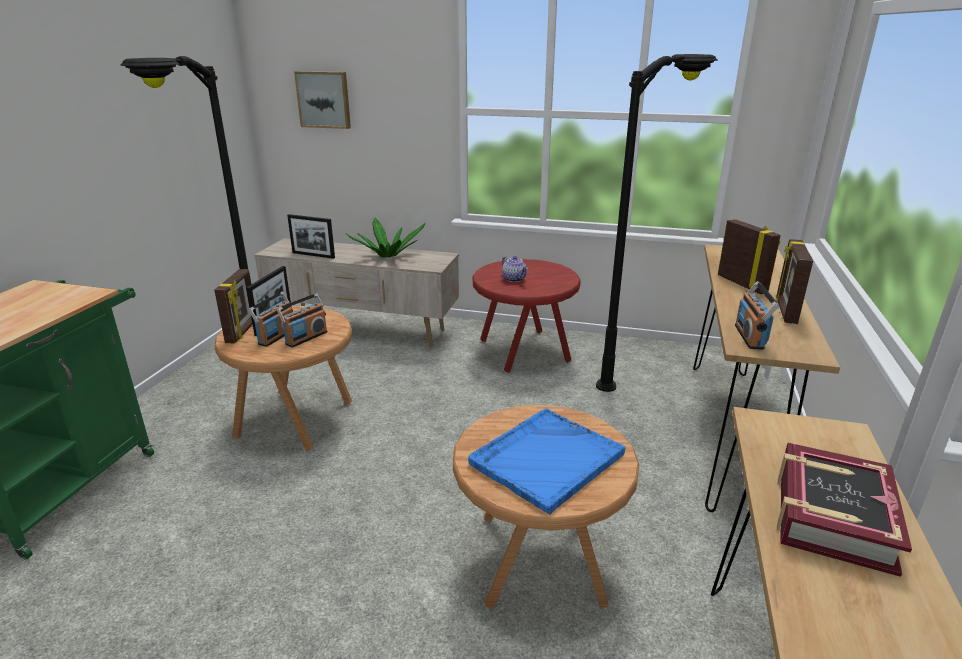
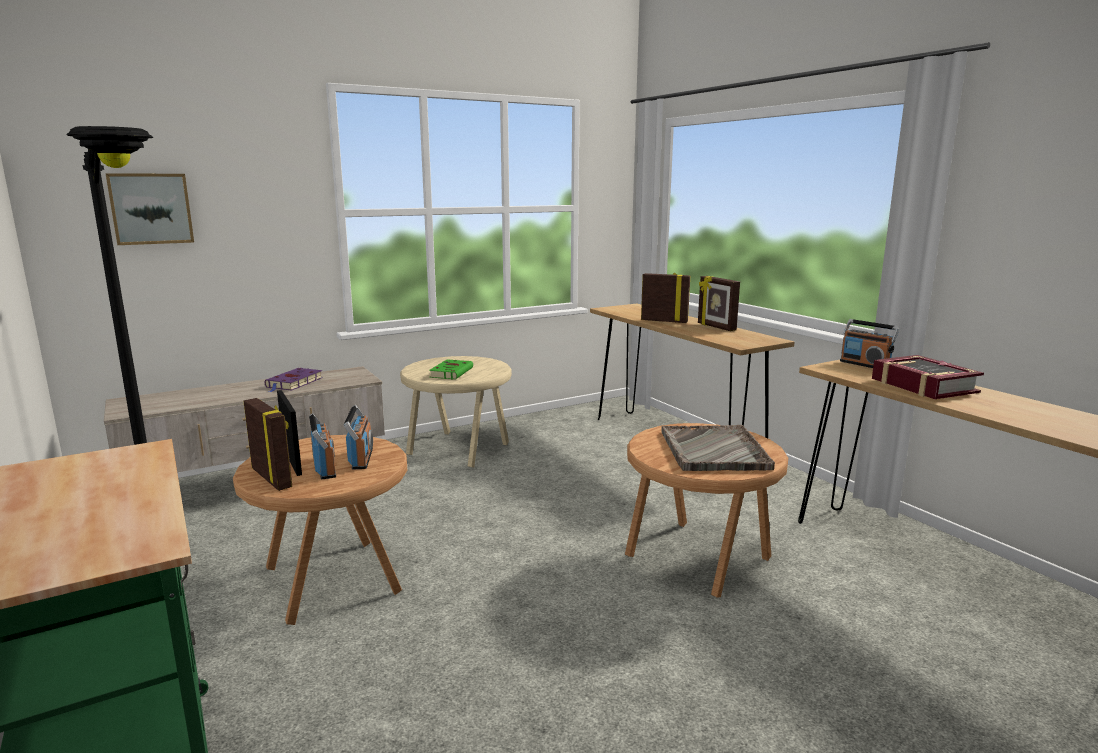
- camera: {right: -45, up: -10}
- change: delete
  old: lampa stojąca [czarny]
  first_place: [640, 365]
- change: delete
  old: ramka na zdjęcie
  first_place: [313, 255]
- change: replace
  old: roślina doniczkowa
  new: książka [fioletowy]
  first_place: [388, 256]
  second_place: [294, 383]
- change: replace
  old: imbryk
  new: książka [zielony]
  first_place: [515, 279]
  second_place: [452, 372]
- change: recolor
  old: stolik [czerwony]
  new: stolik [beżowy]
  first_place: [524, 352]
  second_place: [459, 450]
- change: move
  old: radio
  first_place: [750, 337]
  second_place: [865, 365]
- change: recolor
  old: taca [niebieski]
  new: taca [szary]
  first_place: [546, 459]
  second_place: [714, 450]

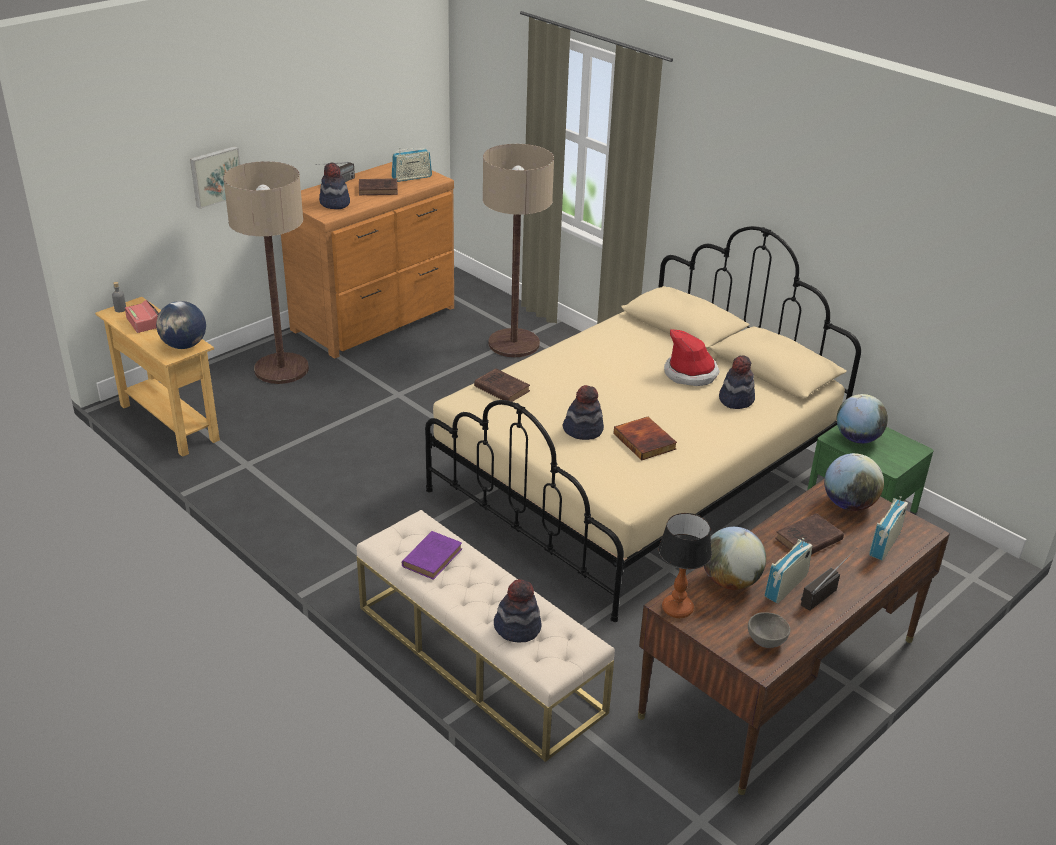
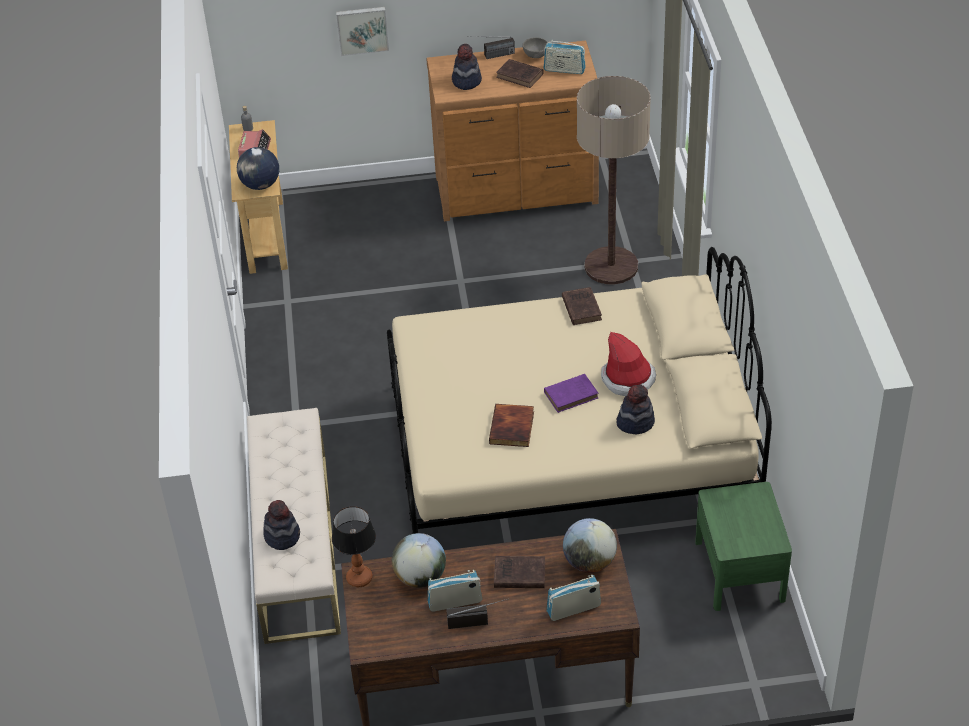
- camera: {right: 40, up: 10}
- change: delete
  old: lampa stojąca
  first_place: [281, 369]
- change: move
  old: książka [brązowy]
  first_place: [500, 388]
  second_place: [581, 307]
- change: delete
  old: kapelusz
  first_place: [583, 430]
- change: delete
  old: globus
  first_place: [857, 438]
- change: move
  old: książka [fioletowy]
  first_place: [433, 557]
  second_place: [572, 395]
- change: move
  old: miska [szary]
  first_place: [767, 642]
  second_place: [535, 56]

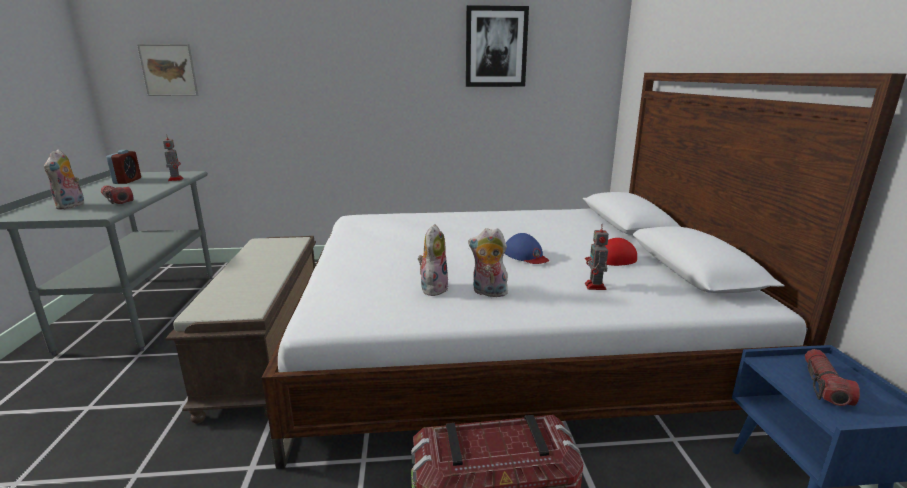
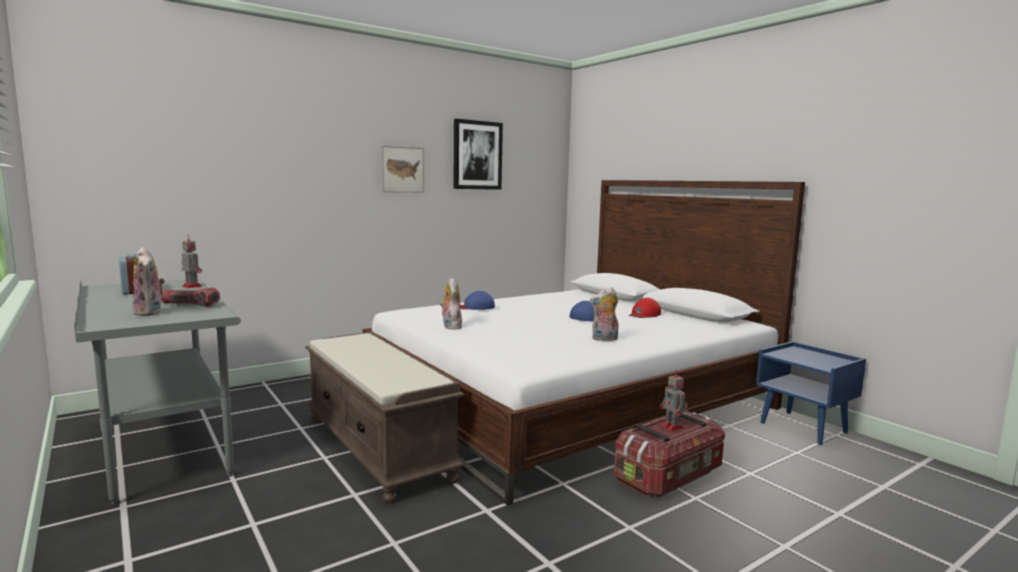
- camera: {right: -30, up: -10}
- change: move
  old: obraz
  first_place: [169, 70]
  second_place: [402, 169]
- change: move
  old: pluszak
  first_place: [433, 288]
  second_place: [450, 326]
- change: move
  old: robot zabawkowy
  first_place: [595, 287]
  second_place: [673, 427]
- change: delete
  old: latarka
  first_place: [823, 385]
- change: insert
  new: czapka z daszkiem [niebieski]
  second_place: [475, 307]

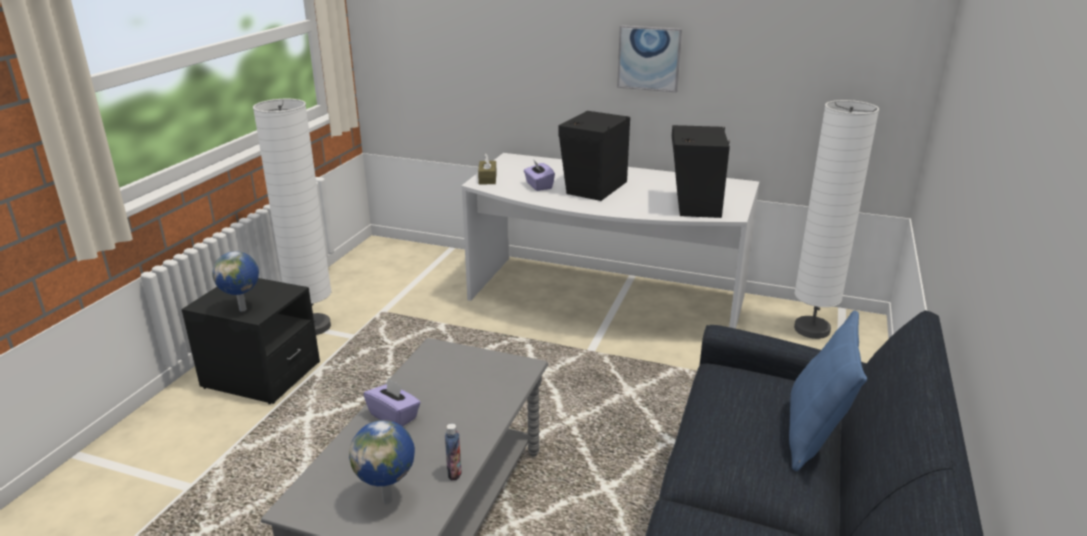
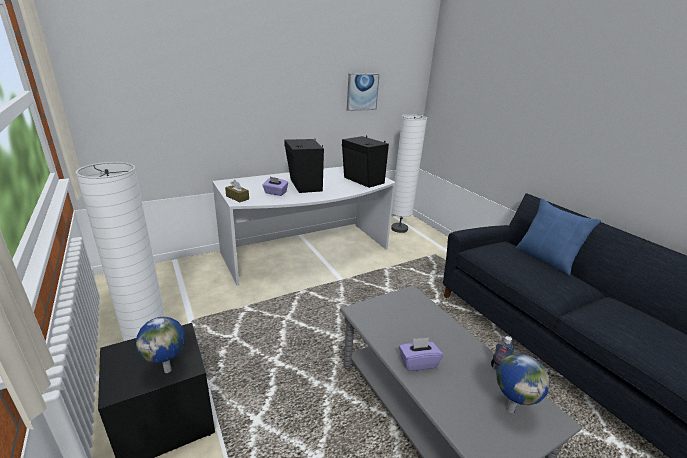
- camera: {right: -50, up: 0}
- change: move
  old: obraz
  first_place: [649, 58]
  second_place: [362, 92]

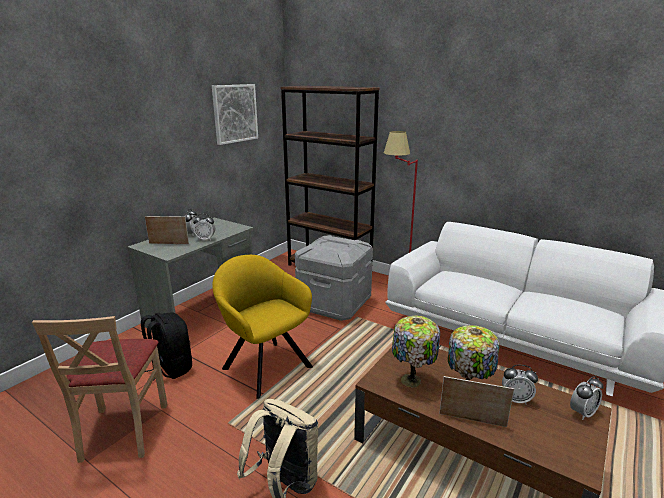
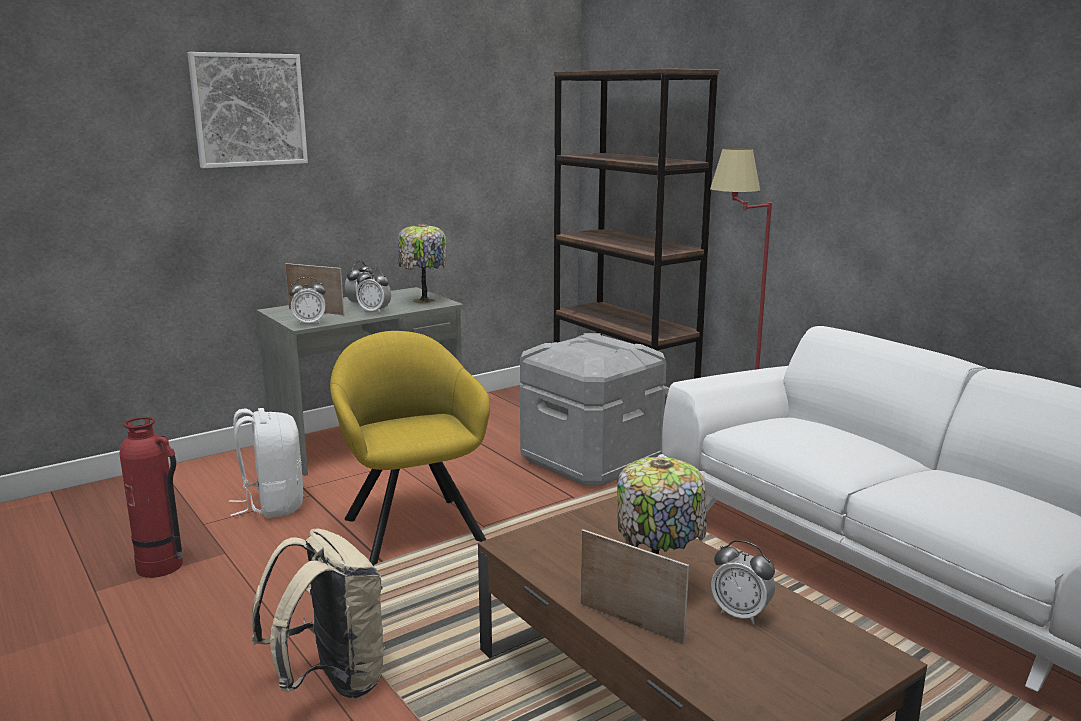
- camera: {right: 20, up: -5}
- change: move
  old: obraz
  first_place: [235, 113]
  second_place: [249, 110]
- change: recolor
  old: plecak [czarny]
  new: plecak [biały]
  first_place: [170, 368]
  second_place: [272, 504]
- change: replace
  old: krzesło [beżowy]
  new: gaśnica
  first_place: [123, 430]
  second_place: [160, 566]
- change: move
  old: lampa stołowa
  first_place: [411, 381]
  second_place: [423, 301]
- change: move
  old: budzik
  first_place: [582, 413]
  second_place: [309, 323]

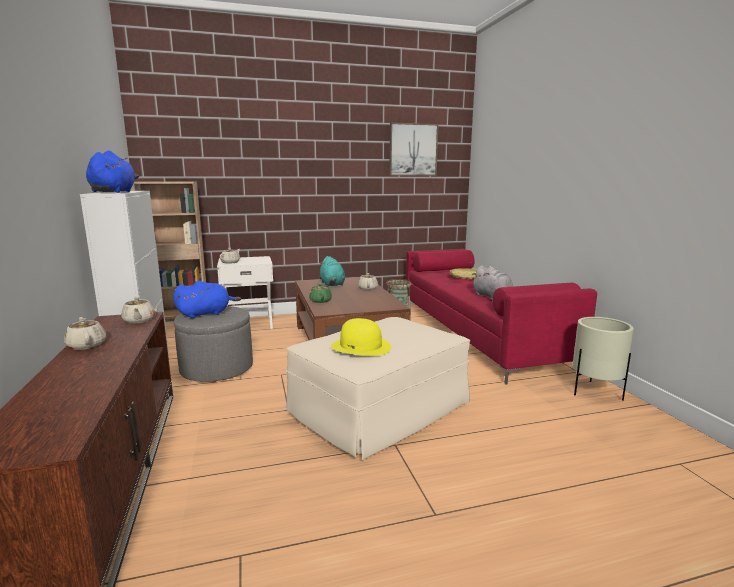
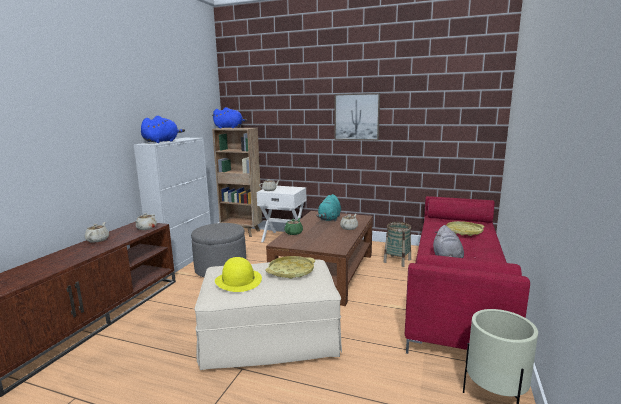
- camera: {right: 35, up: 0}
- change: move
  old: obraz
  first_place: [413, 150]
  second_place: [356, 117]
- change: move
  old: pluszak [niebieski]
  first_place: [206, 313]
  second_place: [230, 128]
- change: insert
  new: taca [żółty]
  second_place: [291, 271]

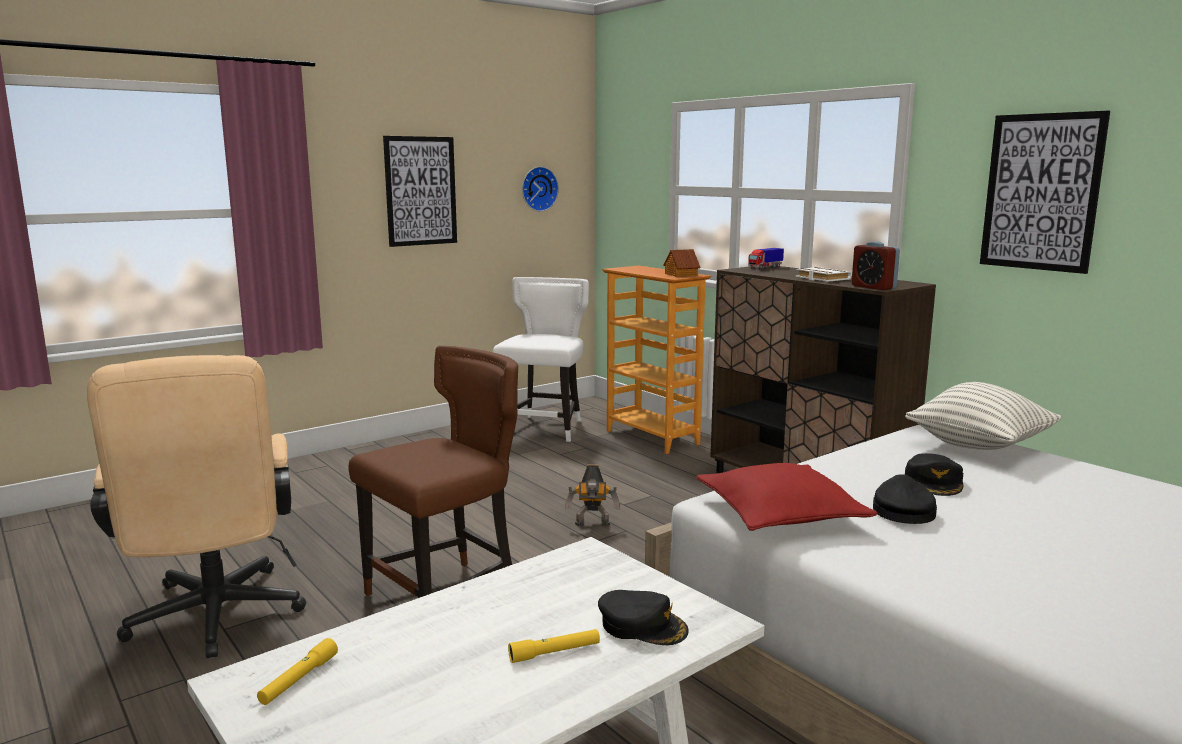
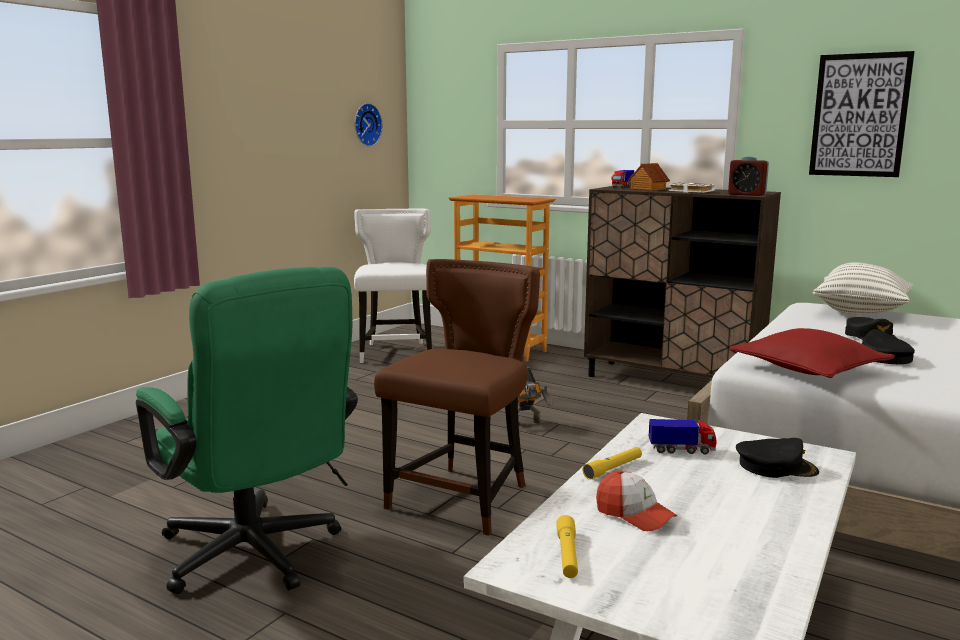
- camera: {right: -20, up: 0}
- change: delete
  old: obraz
  first_place: [420, 191]
- change: move
  old: domek
  first_place: [680, 274]
  second_place: [647, 189]
- change: recolor
  old: krzesło biurowe [beżowy]
  new: krzesło biurowe [zielony]
  first_place: [214, 621]
  second_place: [256, 557]
- change: move
  old: latarka [żółty]
  first_place: [555, 652]
  second_place: [613, 468]
- change: insert
  new: ciężarówka zabawkowa
  second_place: [681, 450]
- change: insert
  new: czapka z daszkiem
  second_place: [634, 515]

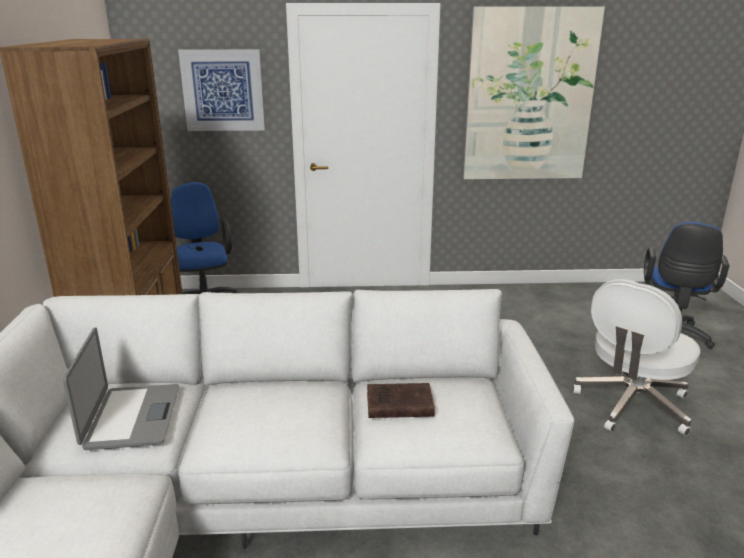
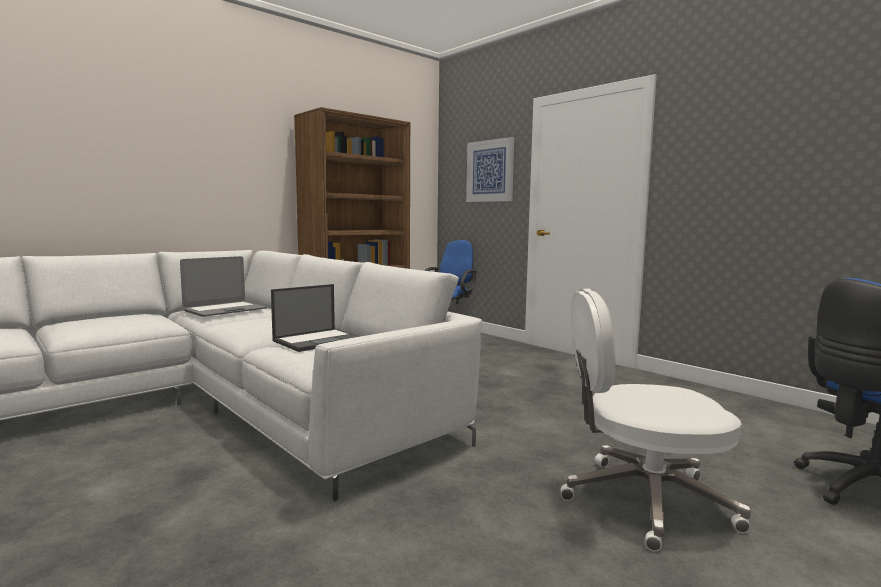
- camera: {right: 50, up: -15}
- change: delete
  old: obraz
  first_place: [529, 96]
- change: replace
  old: książka [brązowy]
  new: laptop
  first_place: [397, 405]
  second_place: [318, 340]

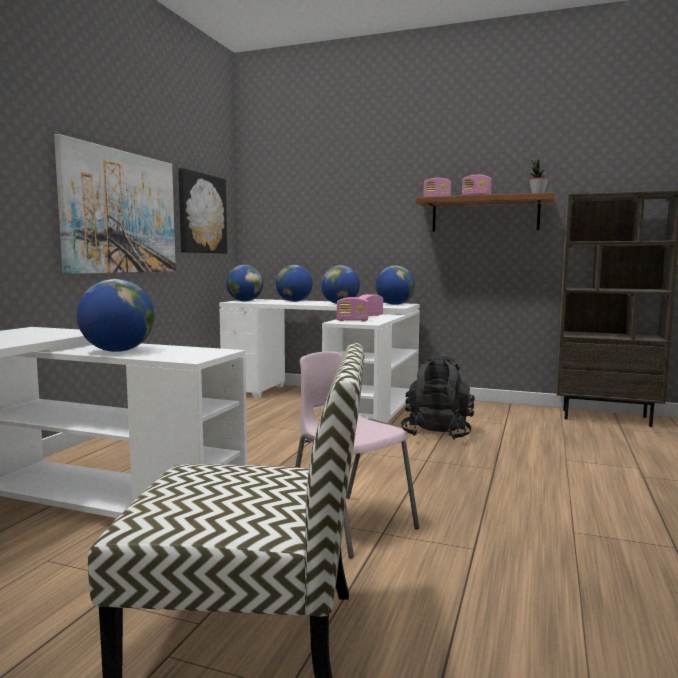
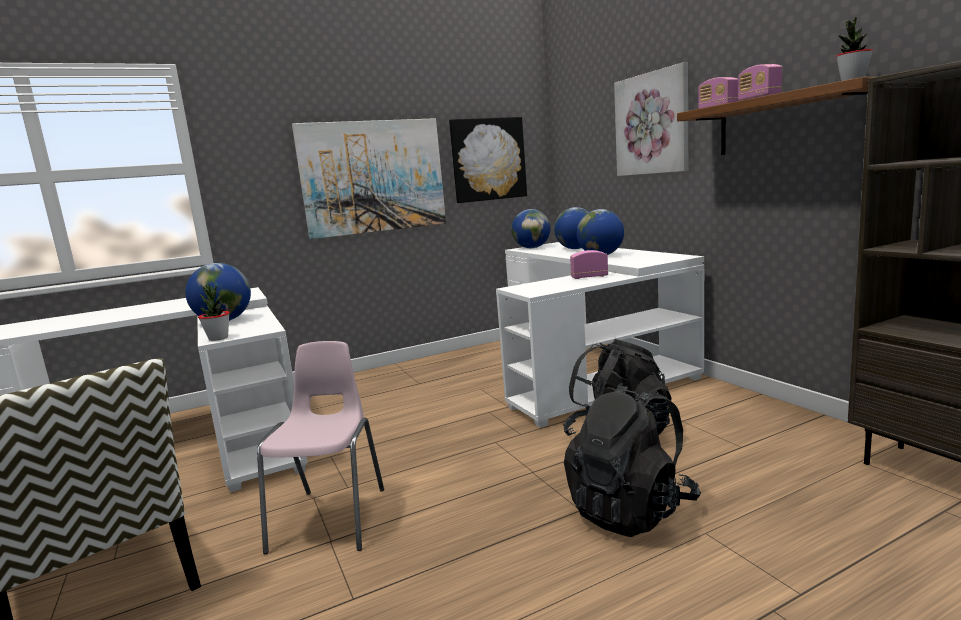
- camera: {right: 45, up: 5}
- change: delete
  old: globus
  first_place: [394, 304]
- change: delete
  old: radio
  first_place: [352, 321]
- change: insert
  new: obraz
  second_place: [652, 124]
- change: insert
  new: roślina doniczkowa
  second_place: [218, 338]
- change: insert
  new: plecak [czarny]
  second_place: [631, 510]

